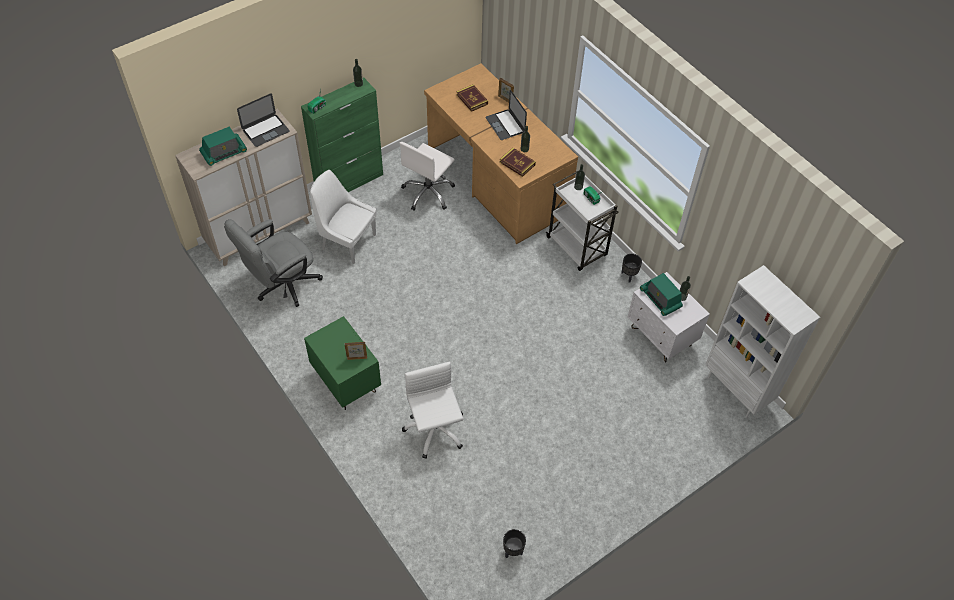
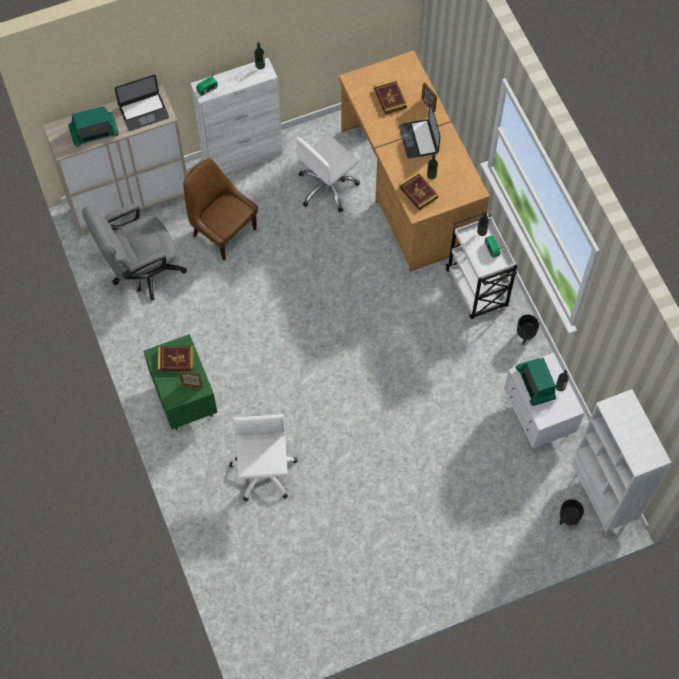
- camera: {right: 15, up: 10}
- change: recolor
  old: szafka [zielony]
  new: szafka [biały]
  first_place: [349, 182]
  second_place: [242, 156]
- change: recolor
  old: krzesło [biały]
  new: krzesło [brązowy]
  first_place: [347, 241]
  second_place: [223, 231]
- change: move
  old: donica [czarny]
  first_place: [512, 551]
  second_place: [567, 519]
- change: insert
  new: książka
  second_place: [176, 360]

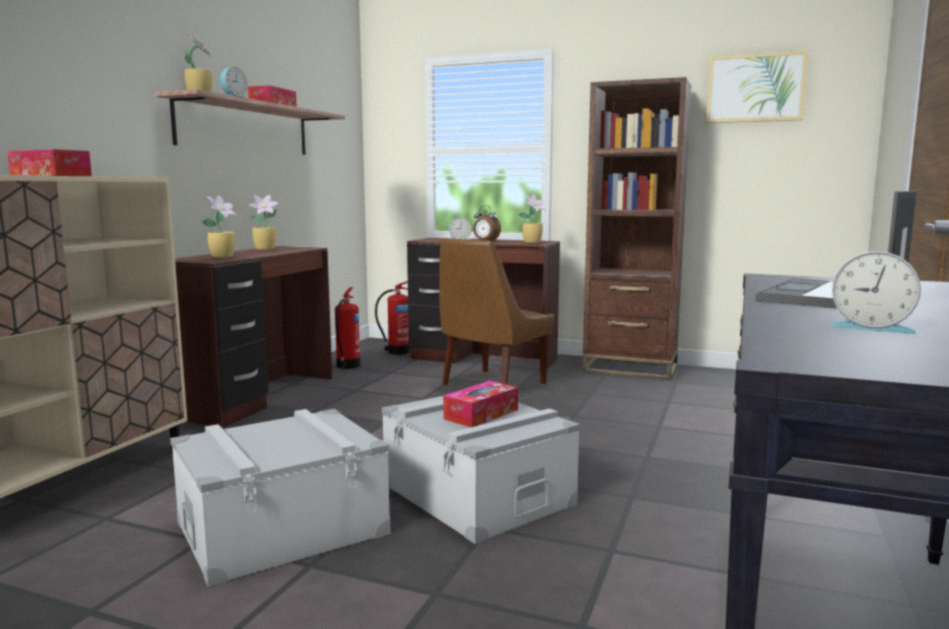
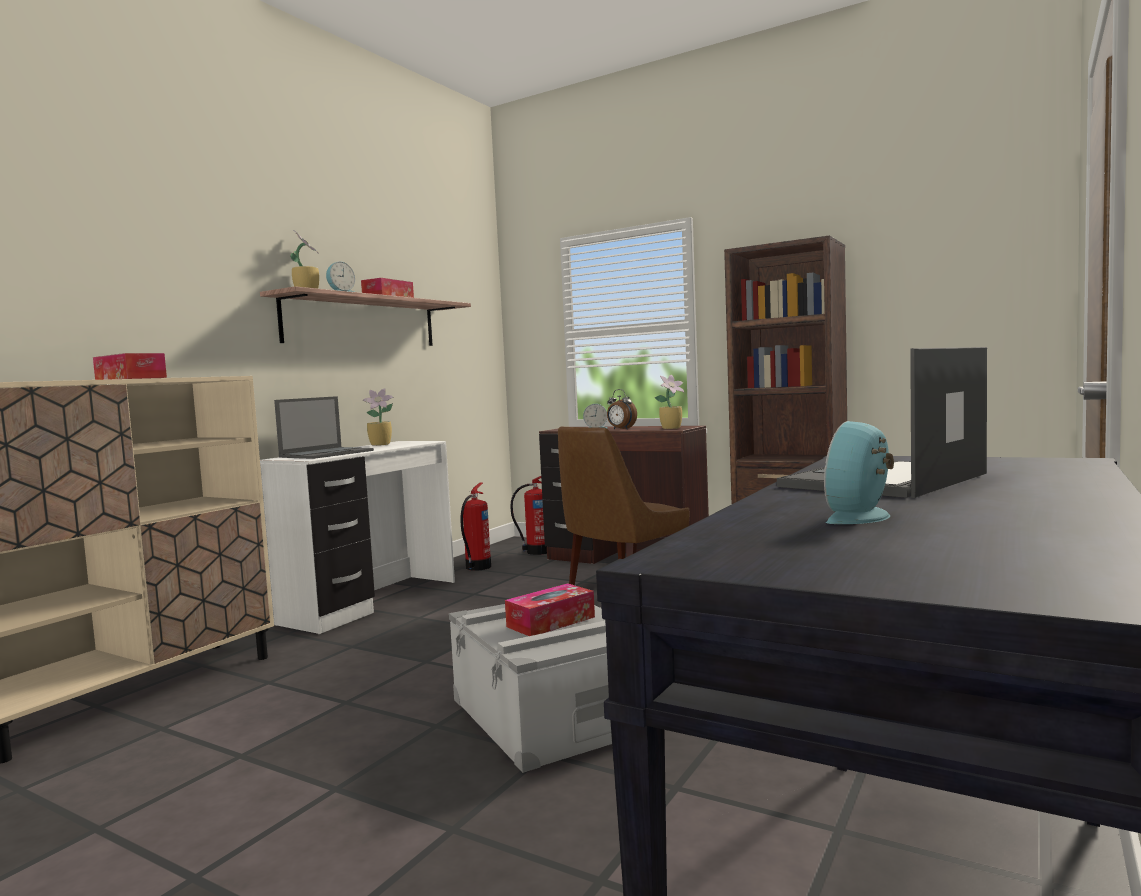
- camera: {right: 10, up: -5}
- change: delete
  old: obraz
  first_place: [755, 88]
- change: replace
  old: roślina doniczkowa
  new: laptop
  first_place: [223, 256]
  second_place: [327, 454]
- change: recolor
  old: biurko [brązowy]
  new: biurko [biały]
  first_place: [260, 398]
  second_place: [372, 602]
- change: rotate
  old: budzik
  first_place: [871, 327]
  second_place: [862, 516]
  degrees: 90
- change: delete
  old: pojemnik do przechowywania [szary]
  first_place: [282, 527]

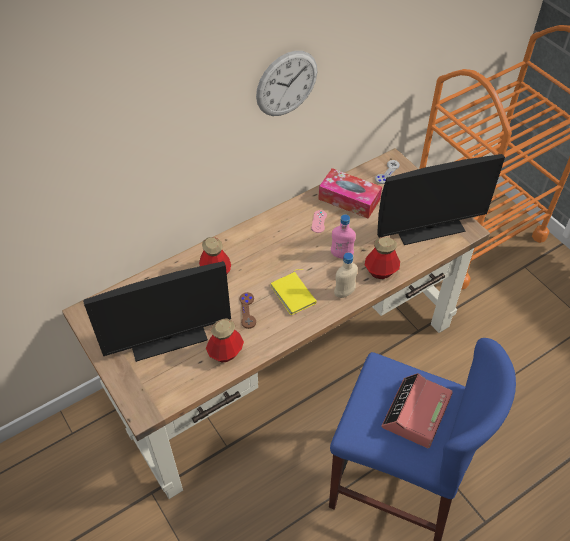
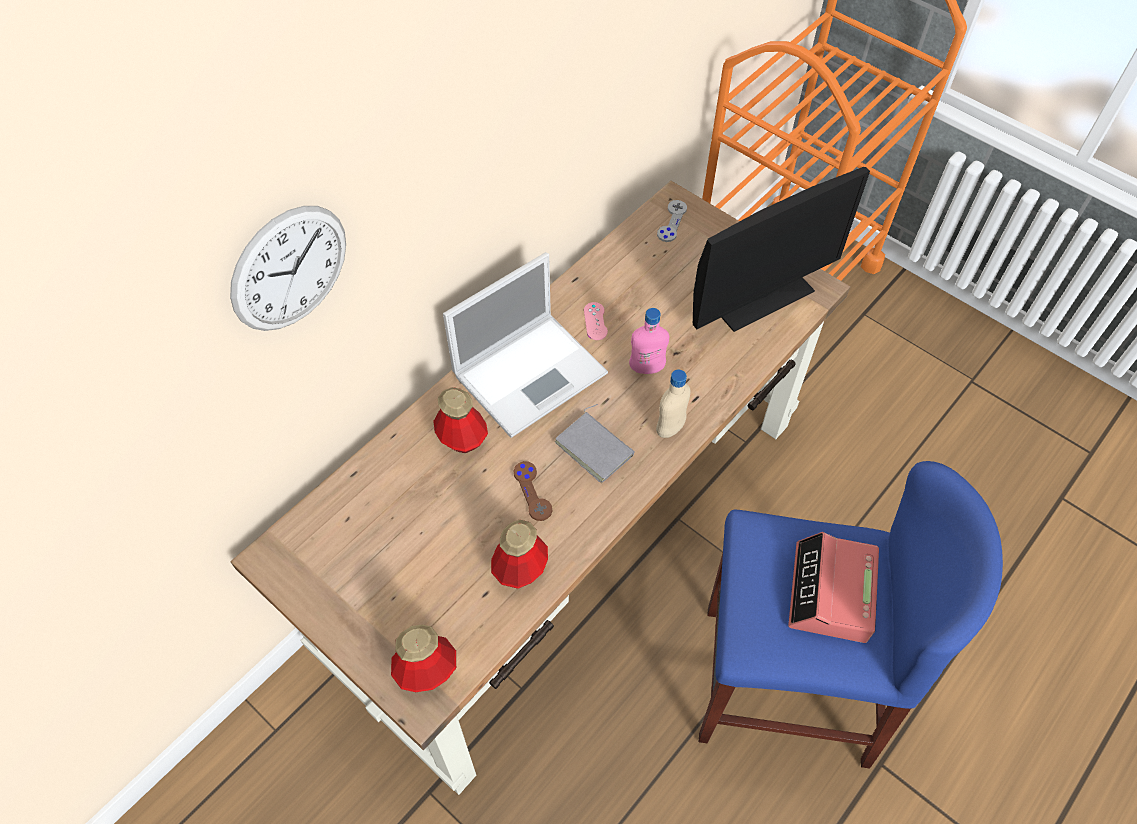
- camera: {right: -15, up: 5}
- change: move
  old: zegar ścienny
  first_place: [287, 84]
  second_place: [290, 269]
- change: delete
  old: pudełko chusteczek
  first_place: [349, 199]
- change: move
  old: butelka
  first_place: [381, 271]
  second_place: [426, 671]
- change: delete
  old: monitor
  first_place: [168, 337]
- change: recolor
  old: książka [żółty]
  new: książka [szary]
  first_place: [294, 294]
  second_place: [596, 448]
- change: insert
  new: laptop
  second_place: [532, 372]

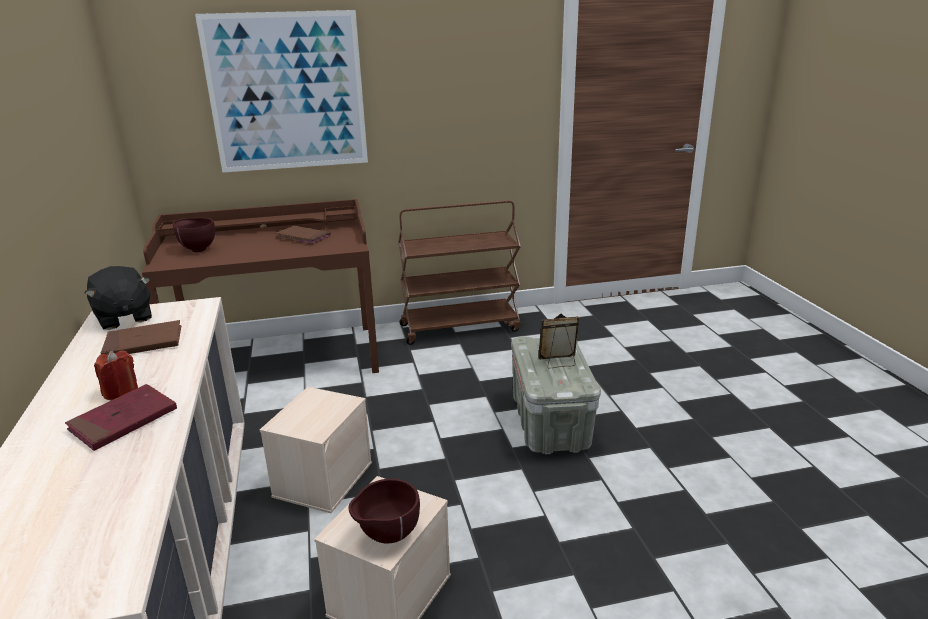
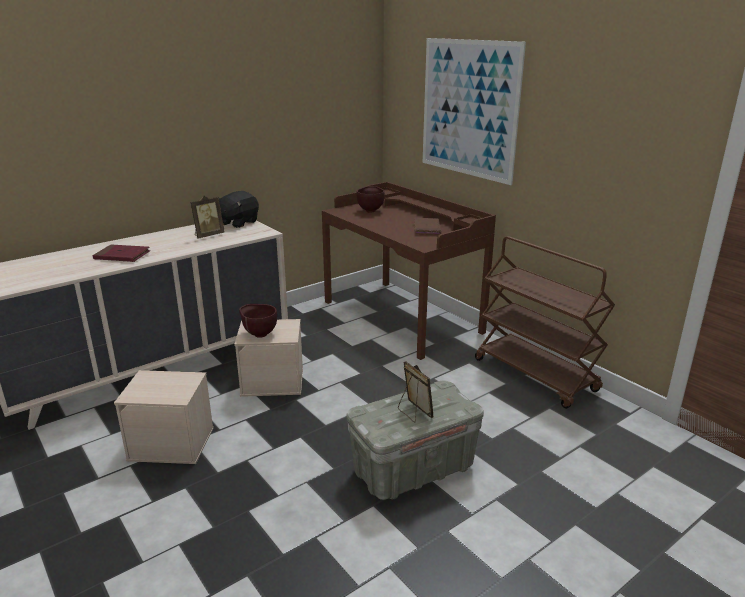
- camera: {right: 65, up: 0}
- change: replace
  old: książka [brązowy]
  new: ramka na zdjęcie
  first_place: [143, 343]
  second_place: [208, 235]
- change: delete
  old: świeca [czerwony]
  first_place: [121, 392]
- change: move
  old: miska [brązowy]
  first_place: [387, 537]
  second_place: [259, 334]

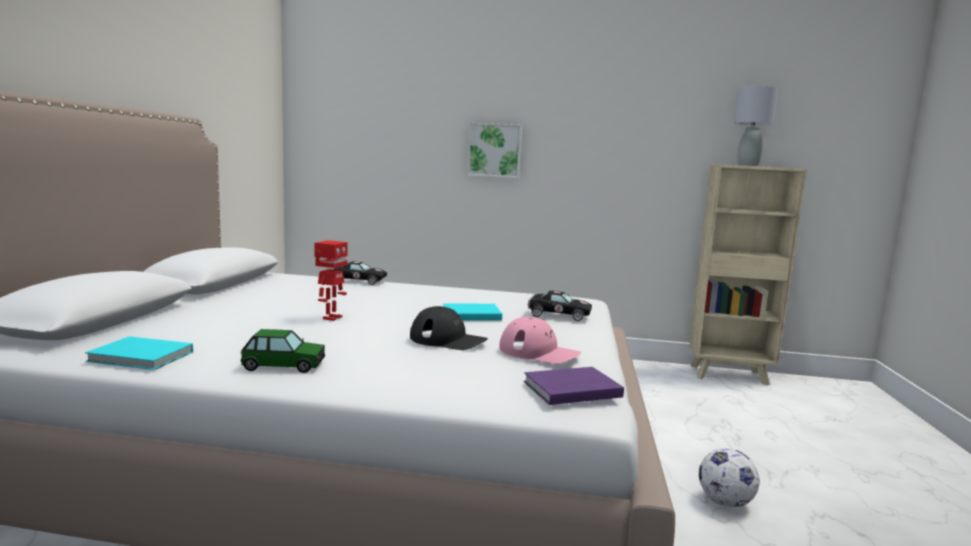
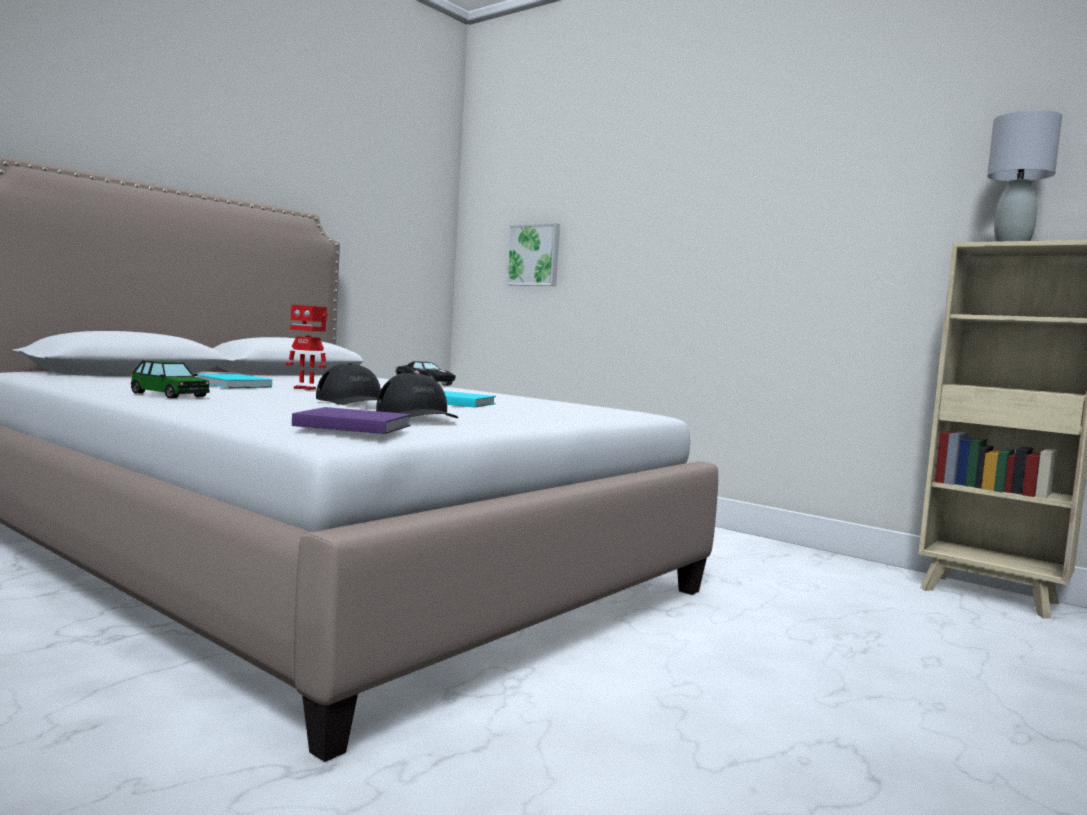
- camera: {right: 30, up: -5}
- change: move
  old: obraz
  first_place: [494, 150]
  second_place: [534, 255]
- change: rotate
  old: robot zabawkowy
  first_place: [331, 318]
  second_place: [306, 388]
  degrees: 60
- change: delete
  old: samochodzik [czarny]
  first_place: [556, 315]
- change: recolor
  old: czapka z daszkiem [różowy]
  new: czapka z daszkiem [czarny]
  first_place: [539, 352]
  second_place: [417, 414]
- change: move
  old: książka [turkusowy]
  first_place: [142, 357]
  second_place: [233, 385]
- change: delete
  old: piłka futbolowa
  first_place: [725, 502]

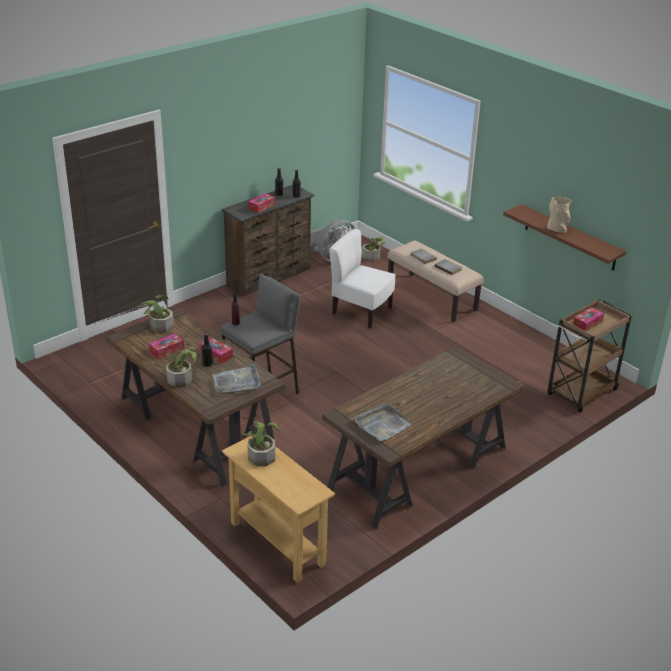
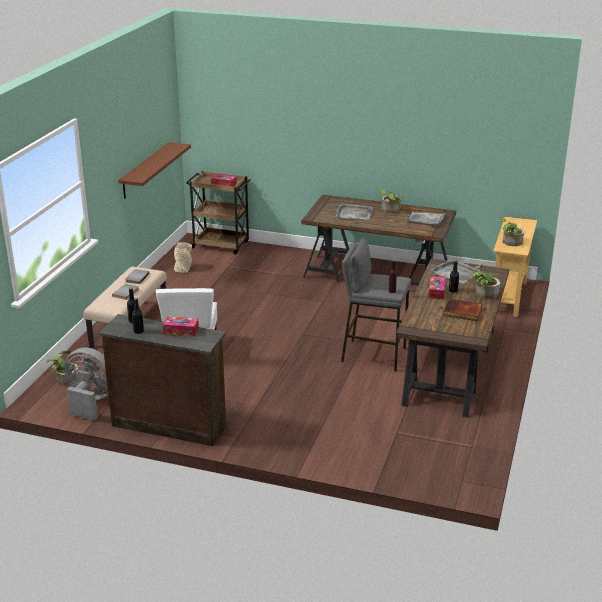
- camera: {right: -120, up: -5}
- change: move
  old: wazon [beżowy]
  first_place: [557, 229]
  second_place: [183, 269]
- change: move
  old: roślina doniczkowa
  first_place: [159, 325]
  second_place: [390, 210]
- change: replace
  old: pudełko chusteczek
  new: książka
  first_place: [167, 350]
  second_place: [462, 312]
- change: insert
  new: taca [szary]
  second_place: [354, 213]

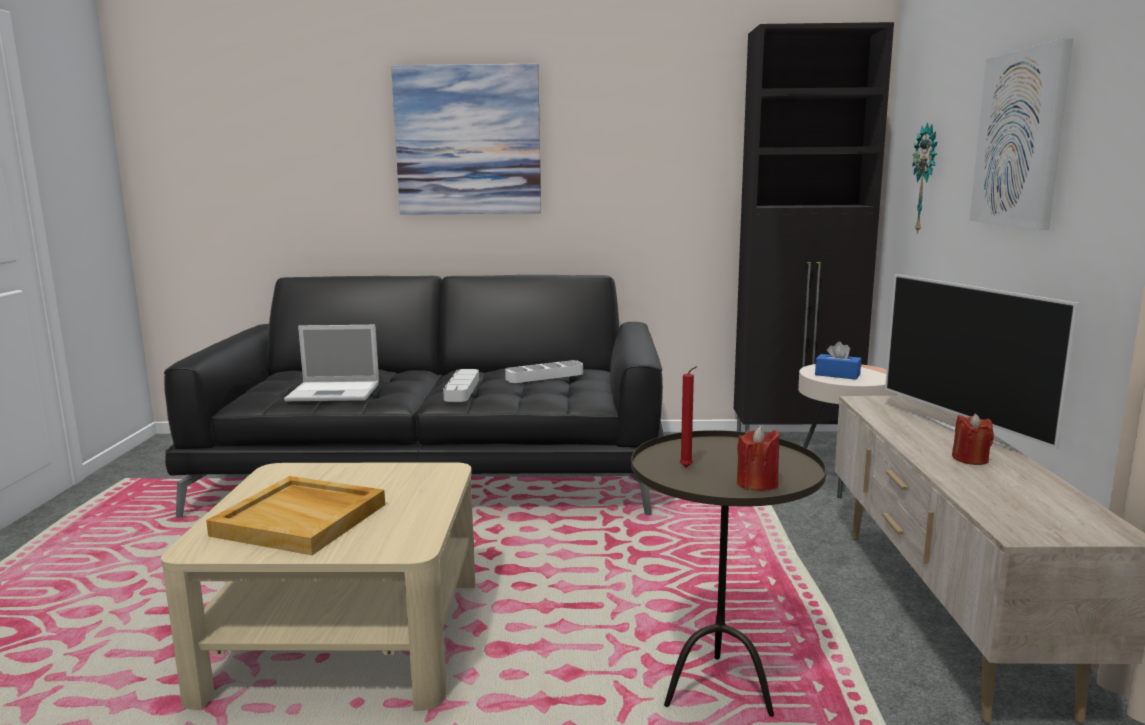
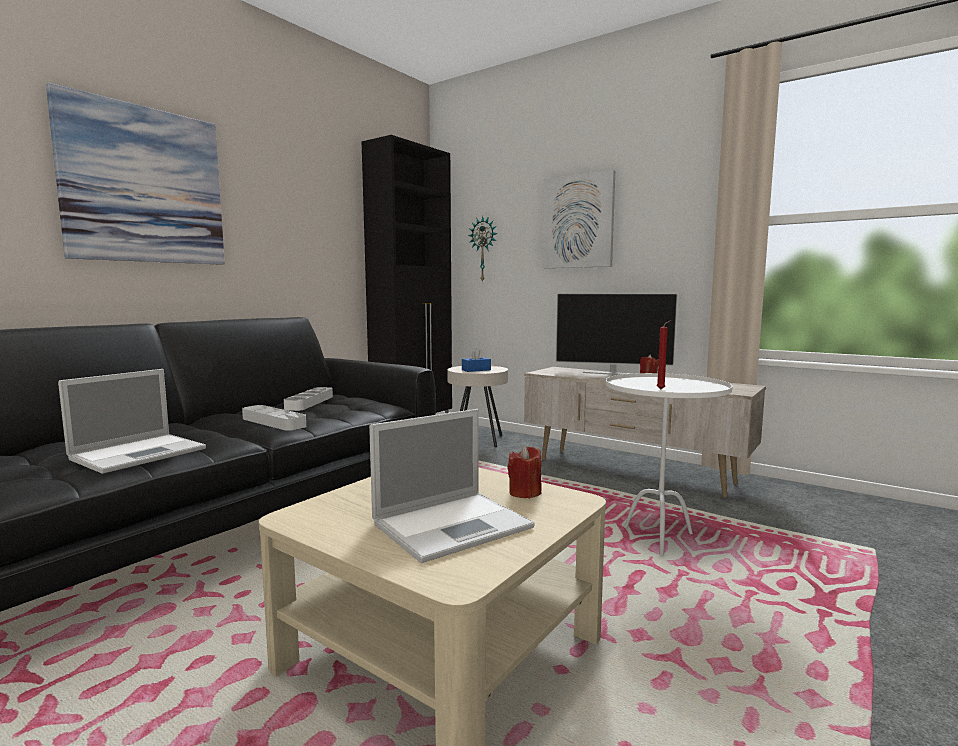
- camera: {right: -55, up: -5}
- change: move
  old: świeca [czerwony]
  first_place: [757, 484]
  second_place: [525, 492]
- change: recolor
  old: stolik [brązowy]
  new: stolik [biały]
  first_place: [718, 693]
  second_place: [659, 539]
- change: replace
  old: taca [beżowy]
  new: laptop
  first_place: [302, 519]
  second_place: [454, 524]

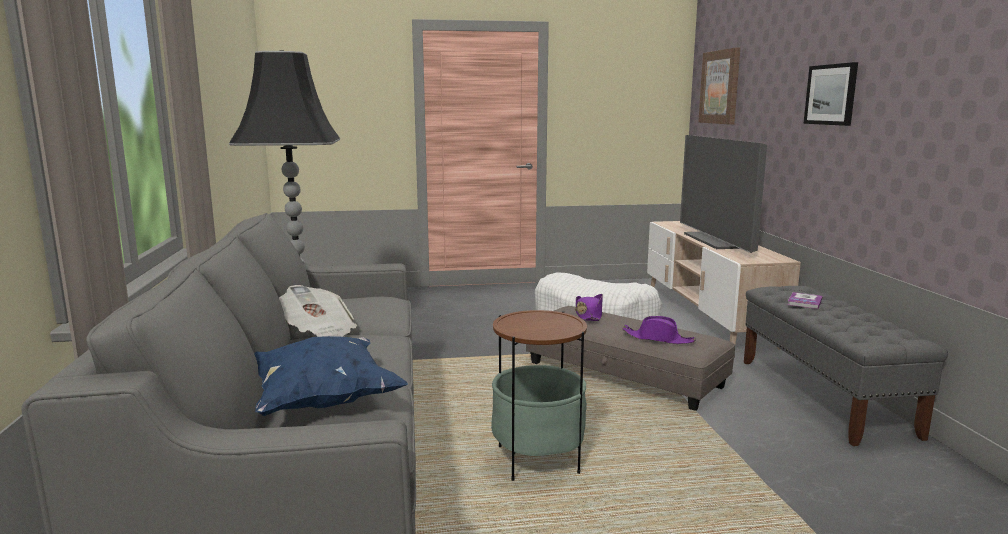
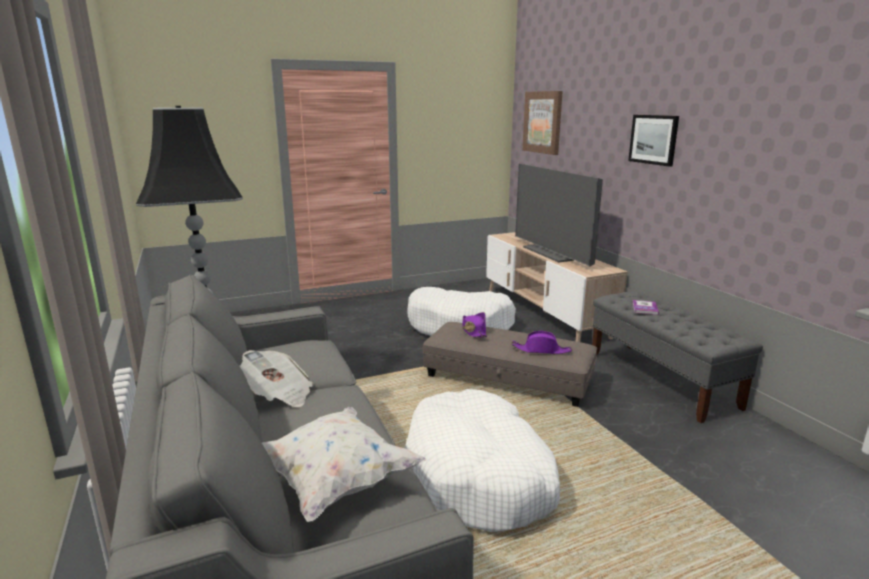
- camera: {right: -15, up: 5}
- change: replace
  old: stolik
  new: legowisko [biały]
  first_place: [538, 460]
  second_place: [479, 476]
- change: recolor
  old: poduszka [niebieski]
  new: poduszka [biały]
  first_place: [322, 401]
  second_place: [334, 481]

